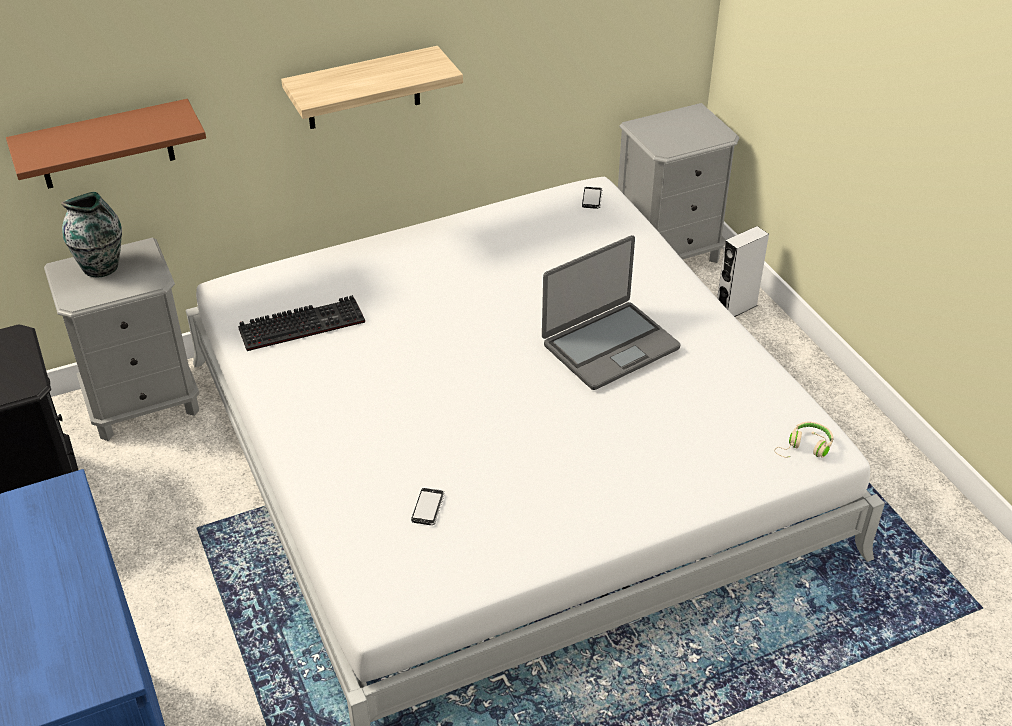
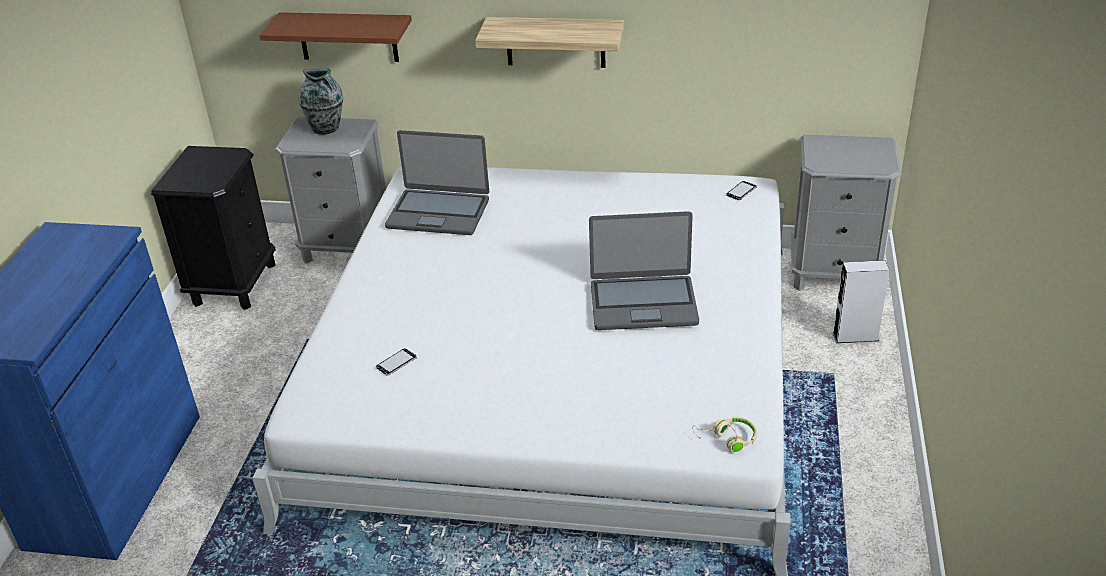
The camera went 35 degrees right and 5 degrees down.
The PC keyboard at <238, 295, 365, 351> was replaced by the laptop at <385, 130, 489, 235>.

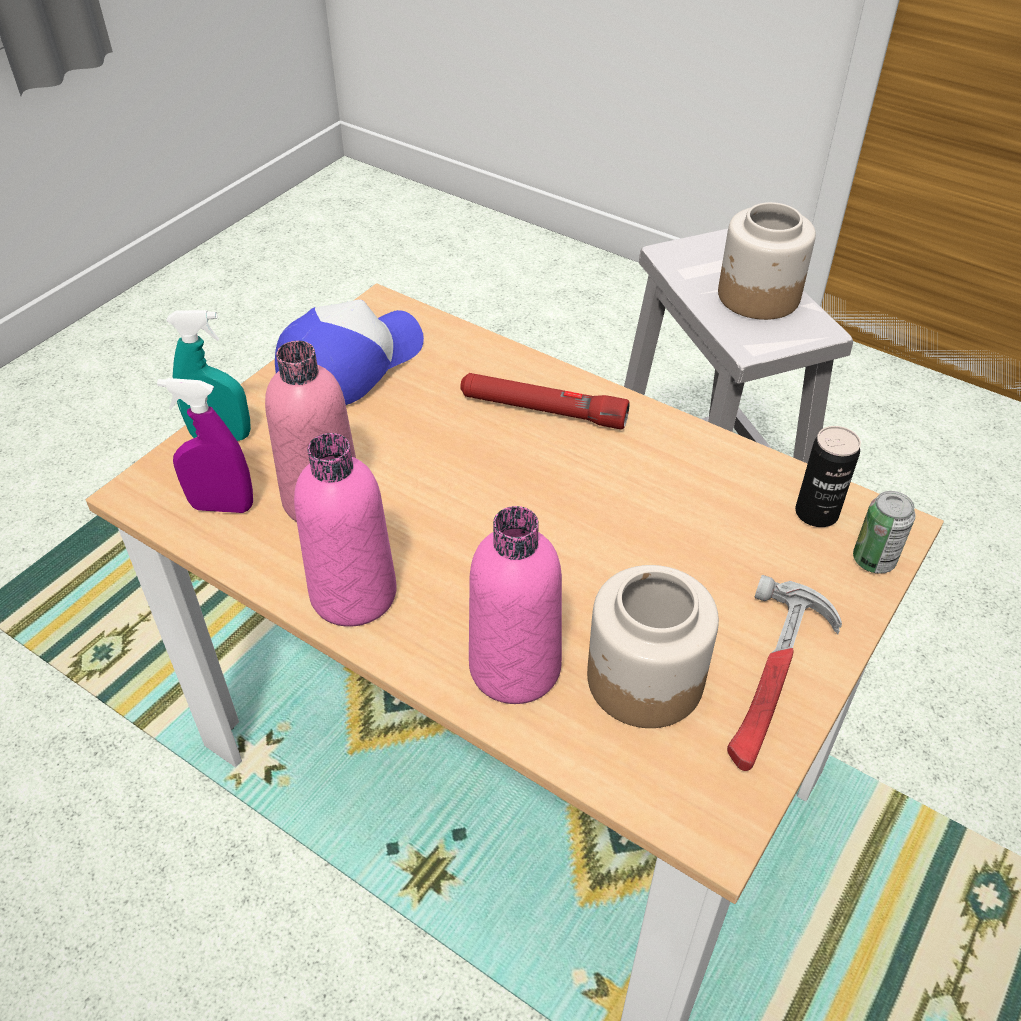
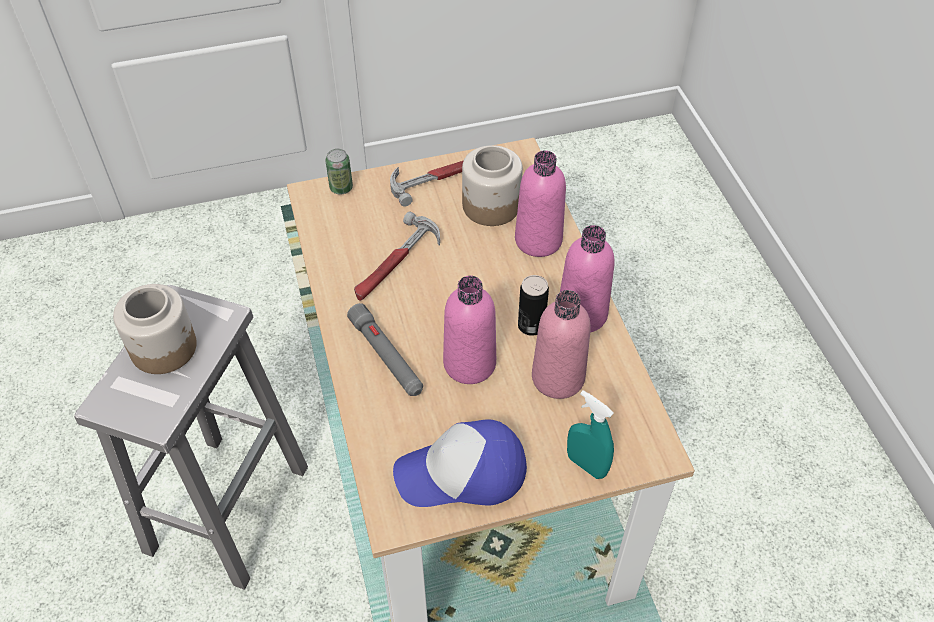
The camera went 140 degrees left and 5 degrees up.
The sprayer/purplish at <157, 378, 253, 513> disappeared.
The hand torch/red-coloured at <460, 373, 630, 429> became the hand torch/grey at <347, 303, 423, 396>.
The metal can moved from <795, 426, 861, 527> to <518, 275, 549, 336>.
The tool hammer at <354, 212, 440, 301> appeared.
The beverage bottle/pink-coloured at <443, 276, 496, 384> appeared.

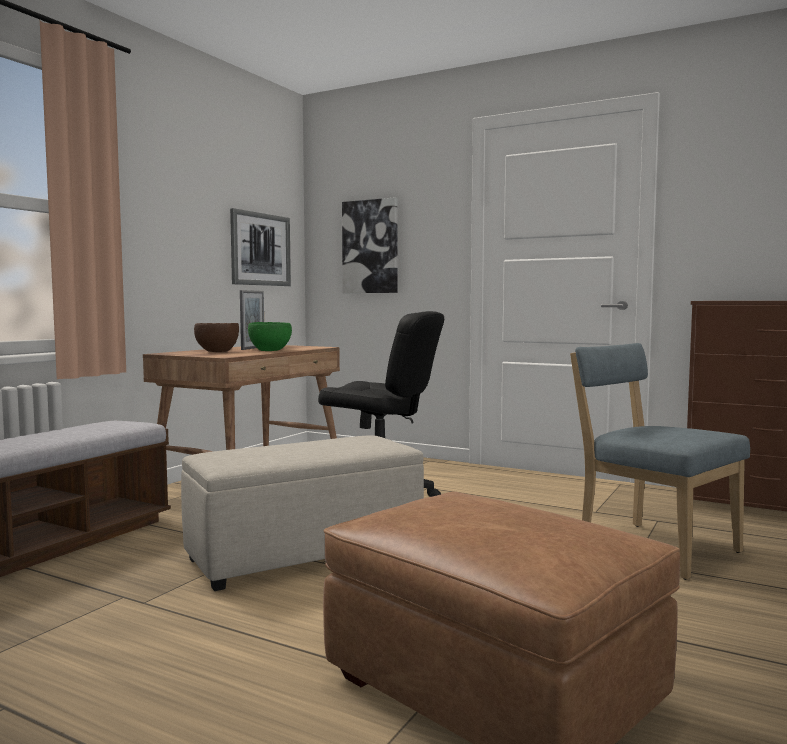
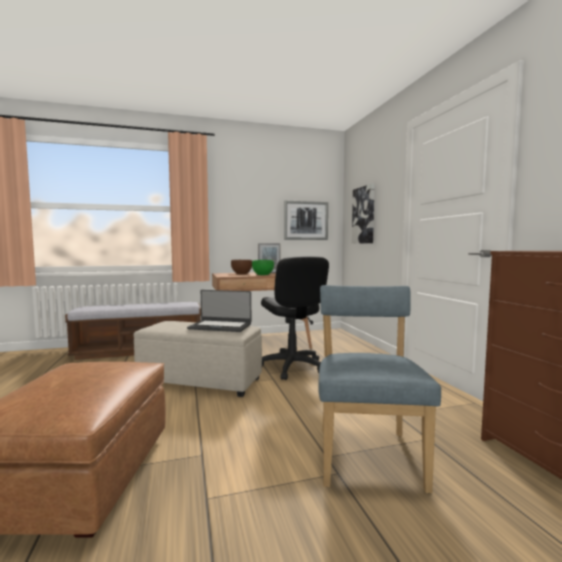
The camera went 45 degrees right and 0 degrees up.
The laptop at <187, 290, 251, 332> appeared.

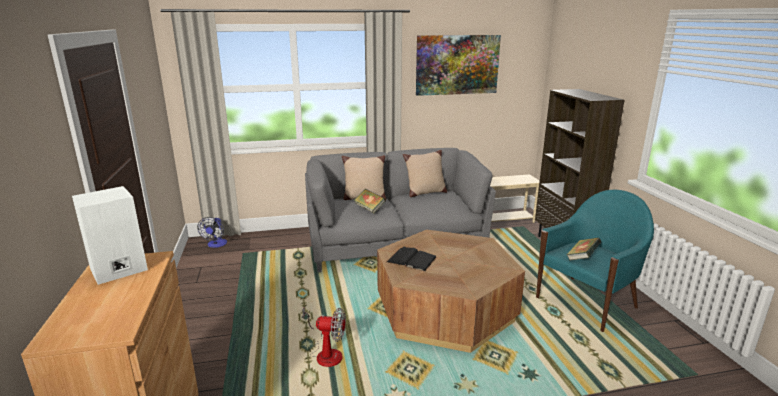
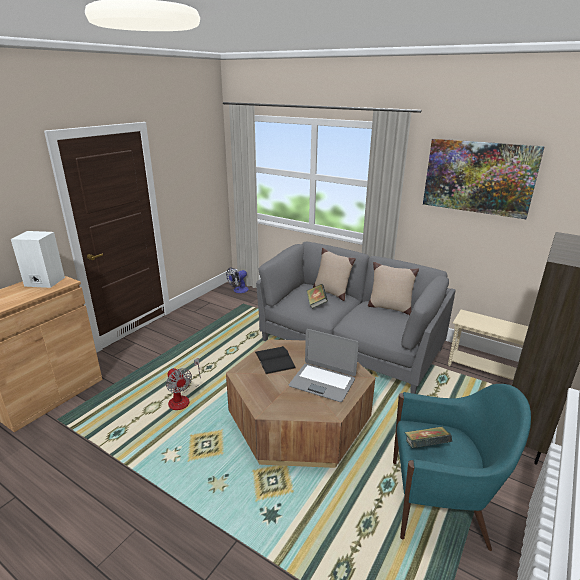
The camera went 45 degrees right and 5 degrees up.
The laptop at <289, 329, 359, 402> appeared.

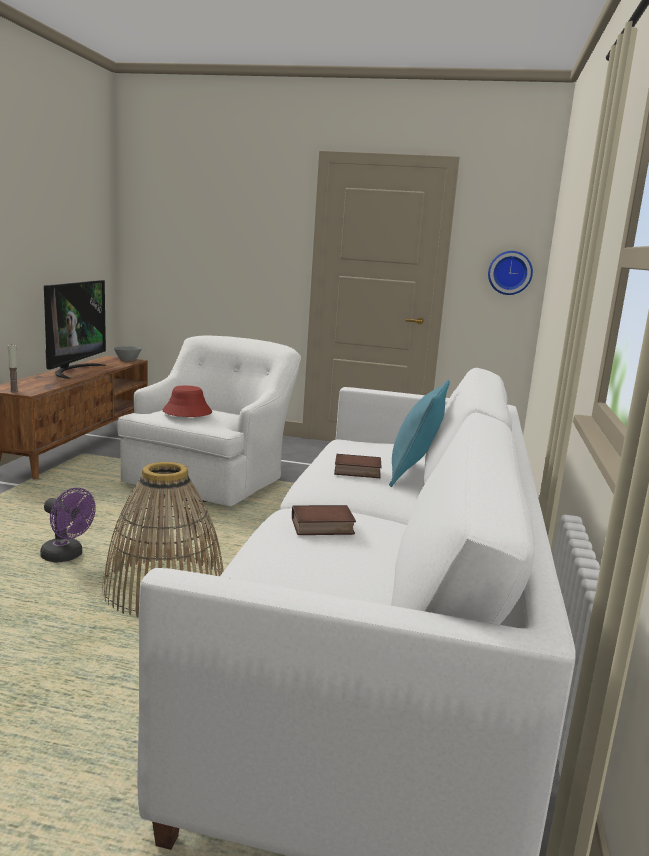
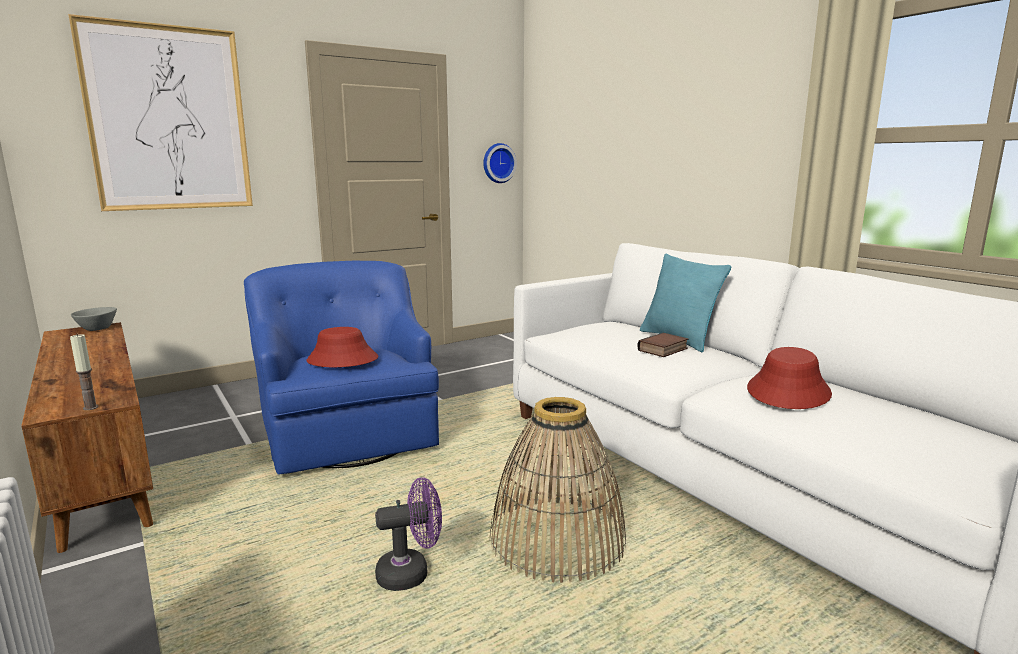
The camera went 45 degrees left and 0 degrees up.
The TV set at <44, 280, 106, 379> disappeared.
The easy chair/white at <117, 335, 301, 506> became the easy chair/blue at <244, 261, 439, 475>.
The book at <292, 505, 356, 535> was replaced by the wearable hat/red-coloured at <747, 347, 832, 409>.
The picture at <68, 14, 253, 211> appeared.

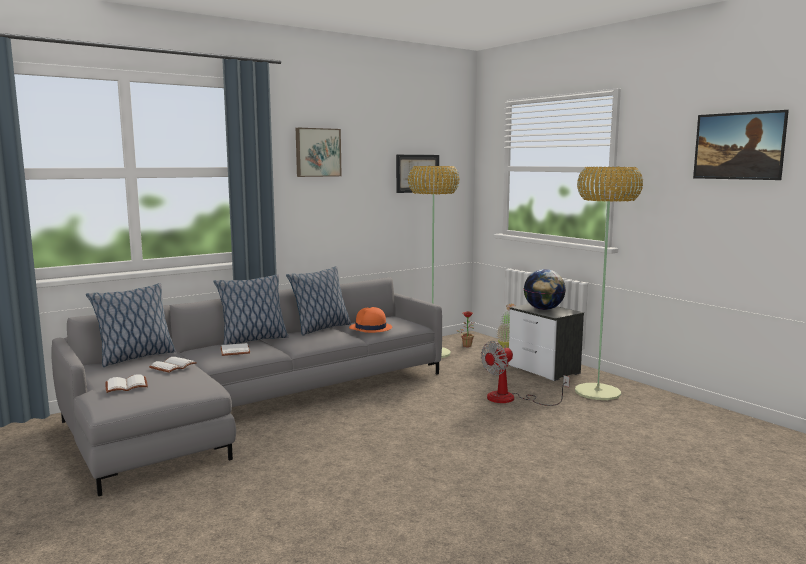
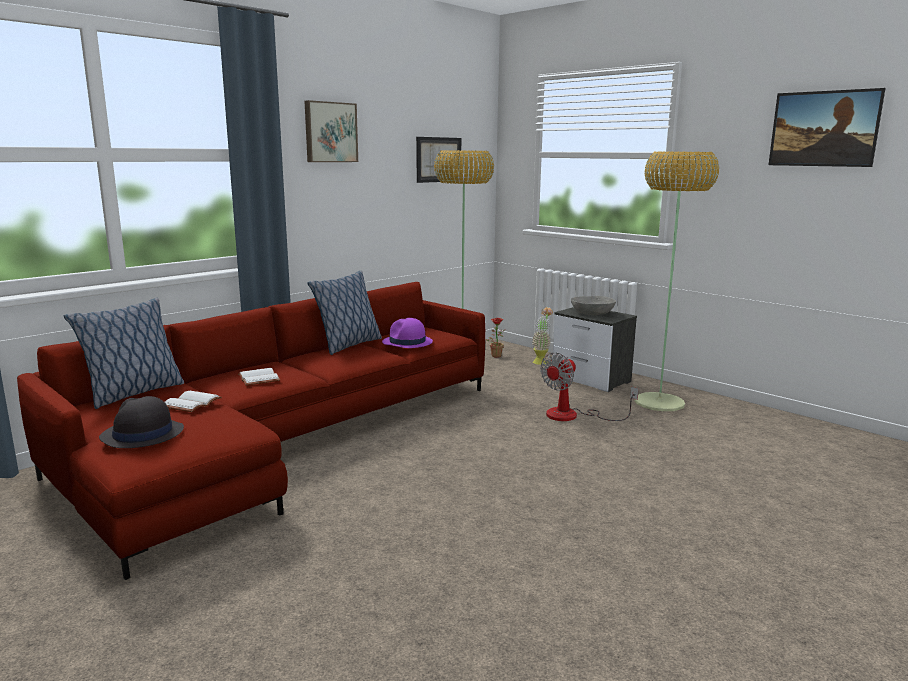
The camera went 10 degrees left and 5 degrees up.
The settee/grey at <51, 277, 442, 496> became the settee/red-coloured at <17, 282, 485, 580>.
The book/white at <106, 374, 148, 393> was replaced by the wearable hat/black-coloured at <99, 396, 184, 448>.
The cushion at <213, 274, 288, 345> disappeared.
The wearable hat/orange-coloured at <349, 307, 392, 333> became the wearable hat/purplish at <382, 318, 433, 348>.
The globe at <524, 269, 566, 310> was replaced by the deep dish/grey at <571, 296, 616, 315>.

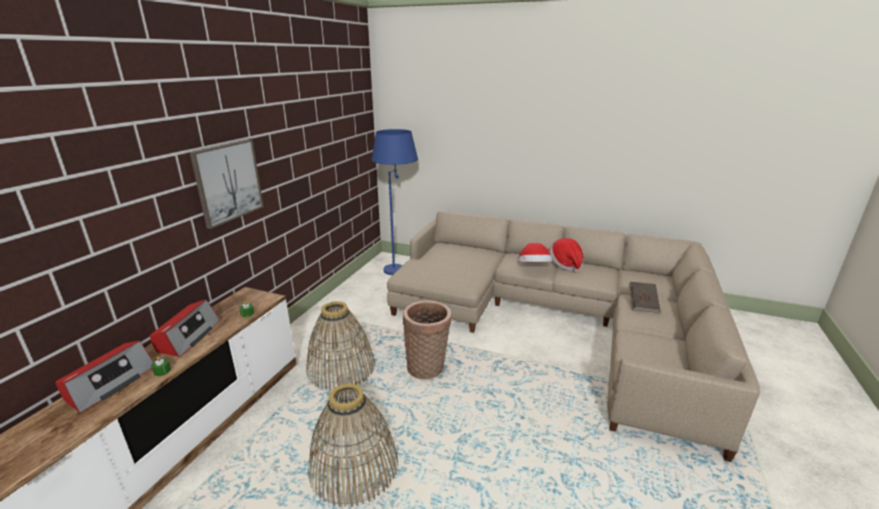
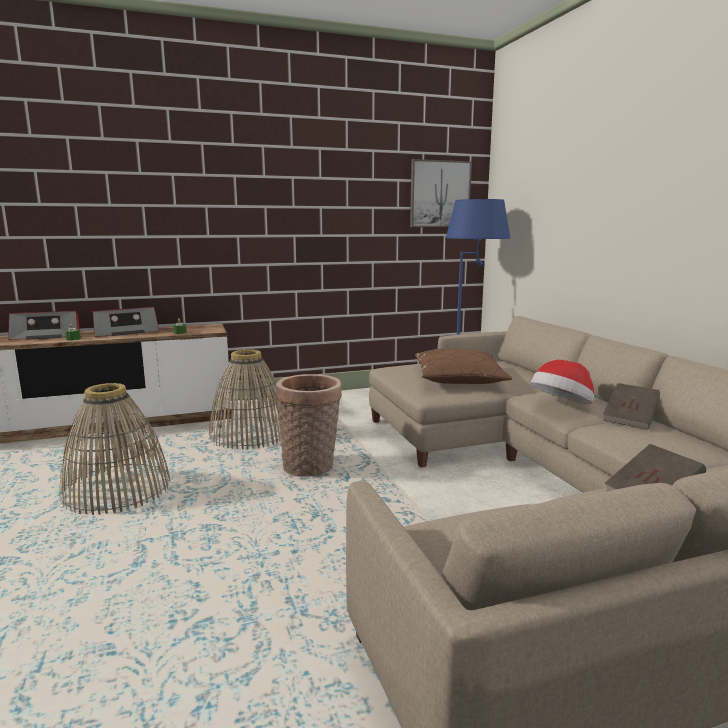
The camera went 50 degrees right and 10 degrees down.
The picture moved from <190, 139, 264, 229> to <410, 159, 472, 227>.
The wearable hat at <550, 238, 583, 272> was replaced by the book/brownish at <603, 383, 660, 430>.
The cushion/brownish at <415, 348, 512, 384> appeared.

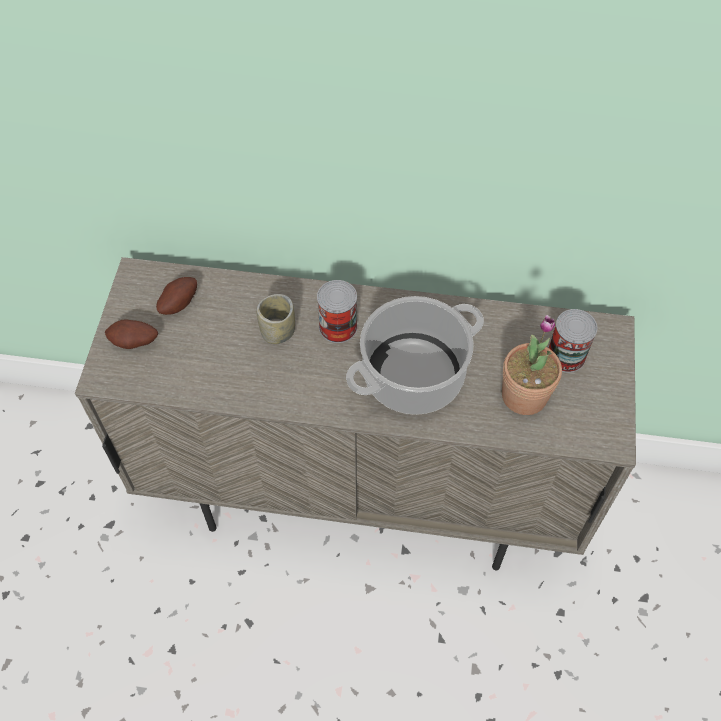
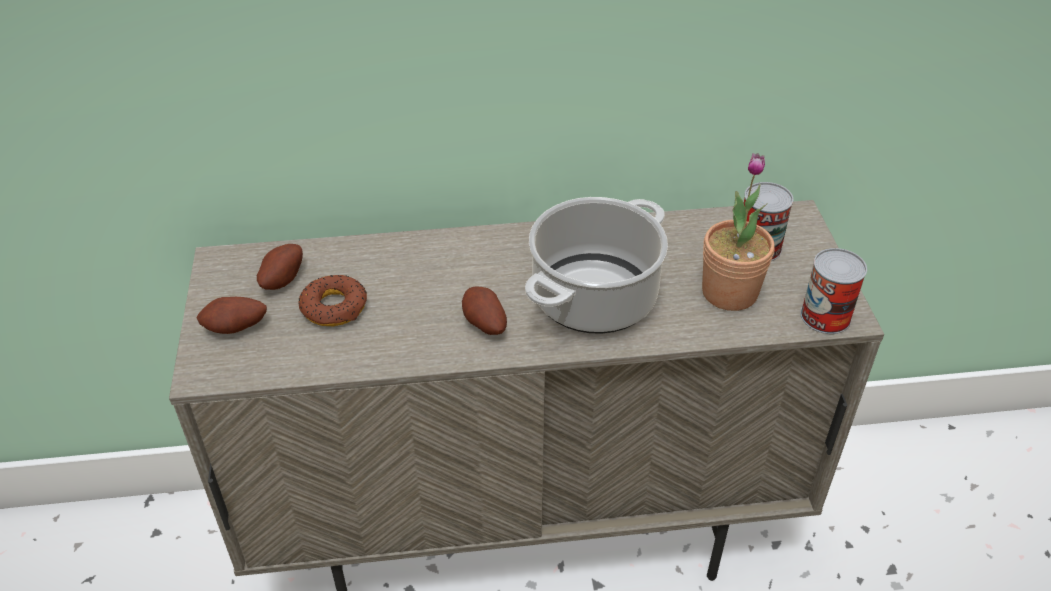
The camera went 15 degrees left and 15 degrees down.
The cup at <256, 294, 295, 344> disappeared.
The metal can moved from <317, 280, 357, 343> to <800, 248, 867, 334>.
The doughnut at <298, 275, 367, 326> appeared.
The potato at <462, 286, 507, 335> appeared.

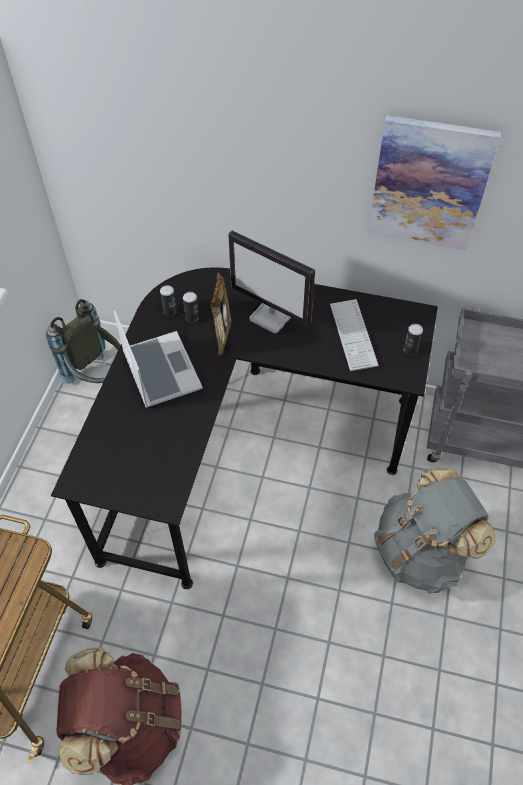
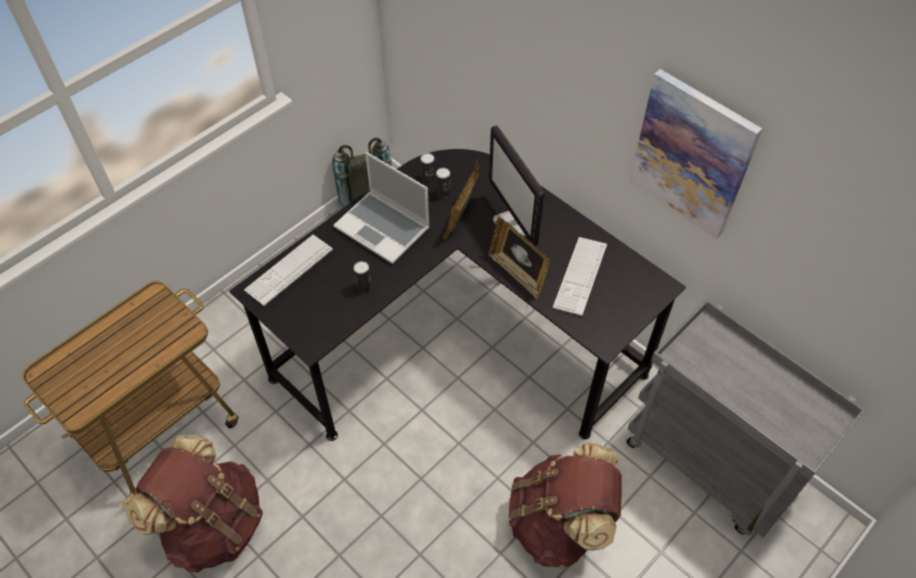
The camera went 30 degrees right and 0 degrees up.
The laptop at <114, 310, 203, 408> turned 120 degrees clockwise.
The backpack/grey at <374, 468, 496, 594> became the backpack/brownish at <508, 443, 622, 569>.
The metal can moved from <404, 324, 423, 355> to <354, 261, 372, 293>.
The PC keyboard at <244, 235, 333, 306> appeared.
The standing frame at <488, 217, 550, 300> appeared.

